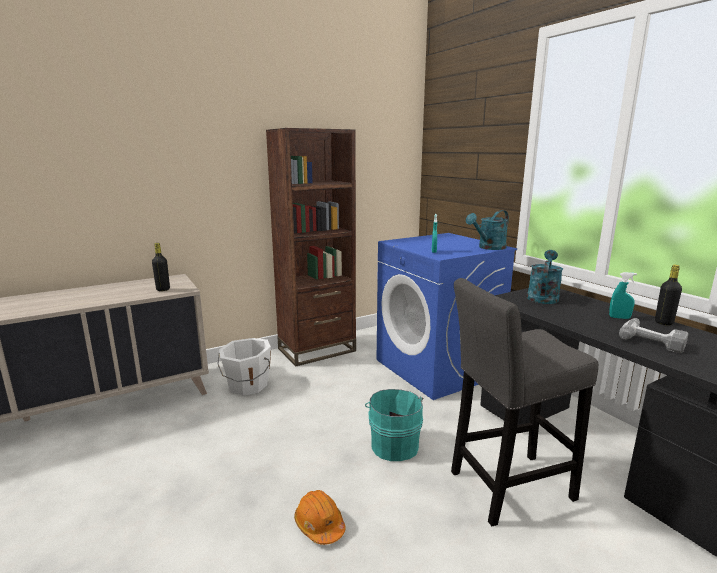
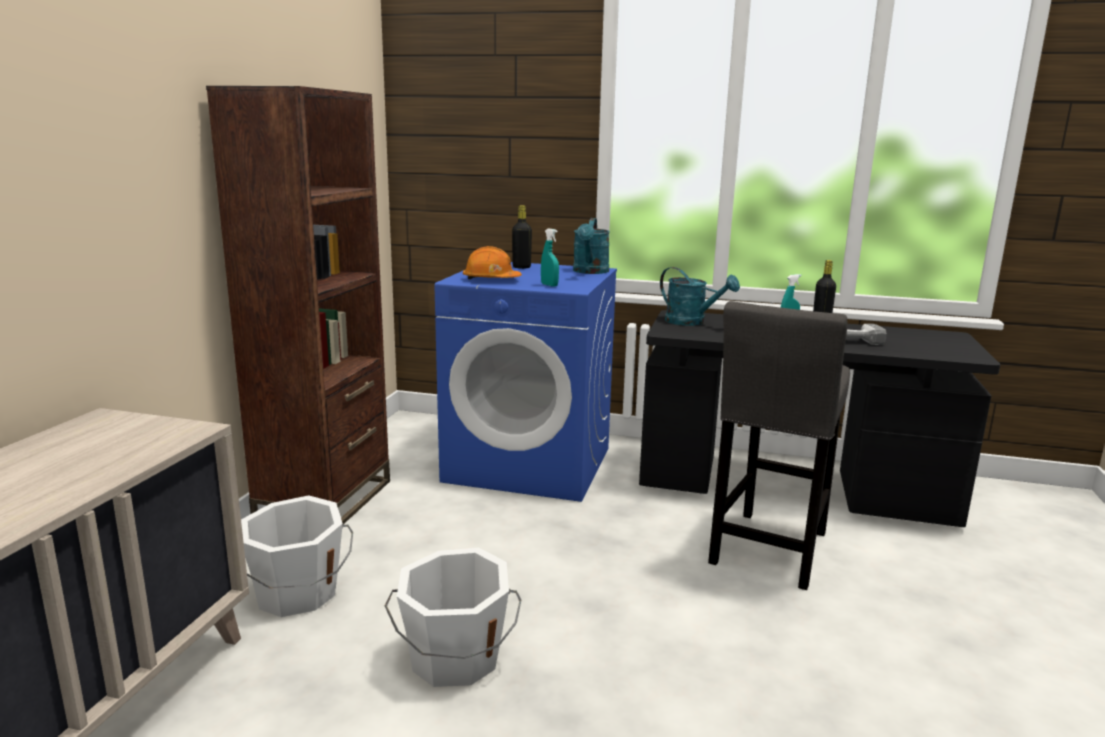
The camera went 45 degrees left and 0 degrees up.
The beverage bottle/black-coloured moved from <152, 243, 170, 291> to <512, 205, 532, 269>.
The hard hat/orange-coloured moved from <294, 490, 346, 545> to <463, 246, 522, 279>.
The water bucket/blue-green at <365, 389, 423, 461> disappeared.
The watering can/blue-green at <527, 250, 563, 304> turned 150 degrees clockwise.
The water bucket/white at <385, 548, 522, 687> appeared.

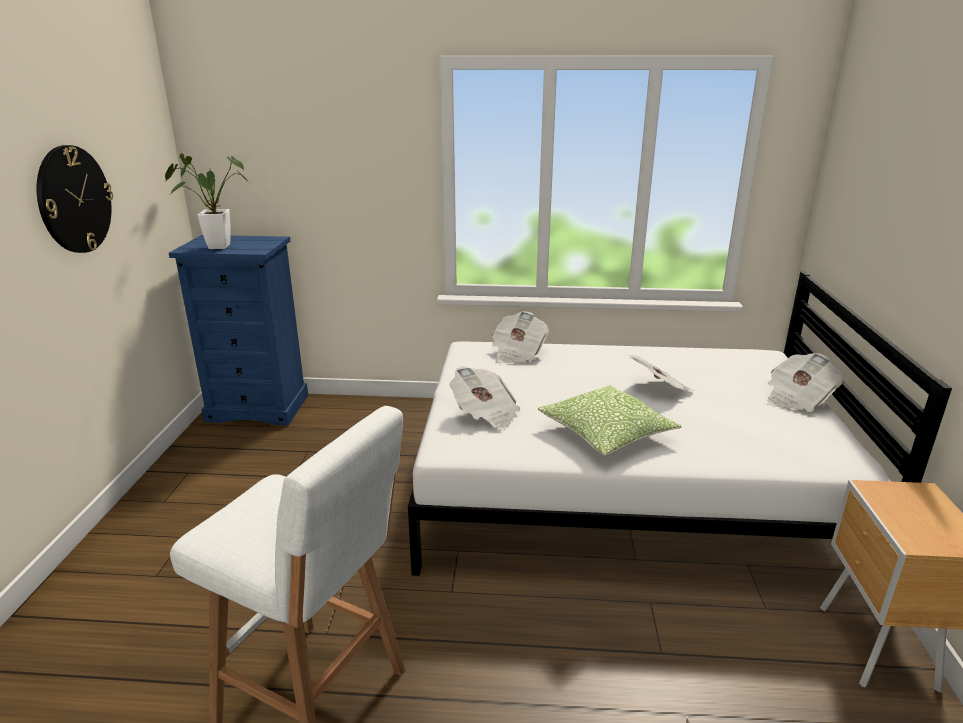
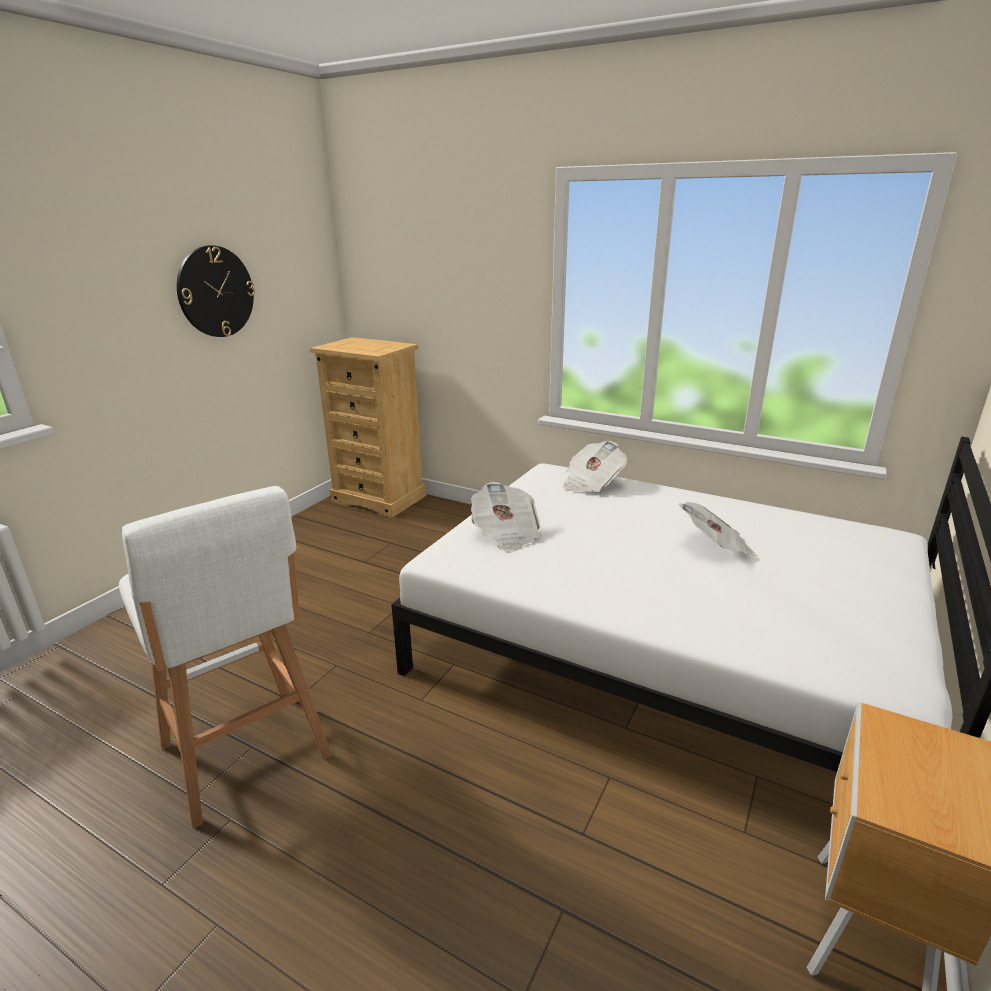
The camera went 25 degrees right and 0 degrees up.
The plant in a pot at <165, 153, 248, 249> disappeared.
The chest of drawers/blue at <169, 235, 308, 425> became the chest of drawers/beige-coloured at <310, 337, 426, 518>.
The cushion at <538, 385, 681, 455> disappeared.
The printed paper at <767, 353, 843, 411> disappeared.

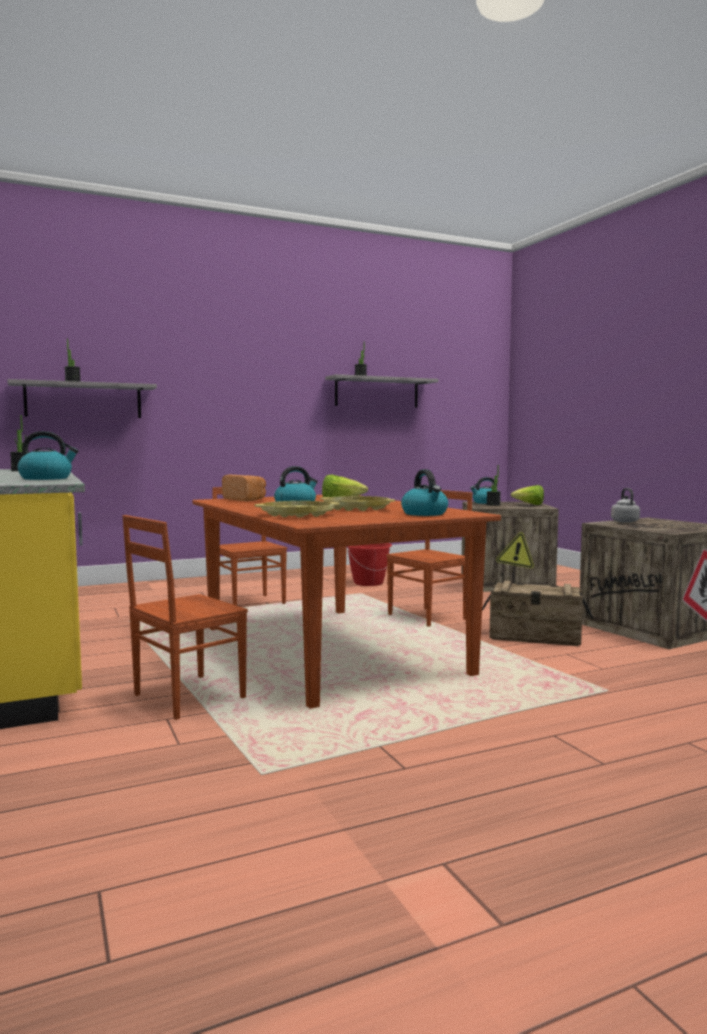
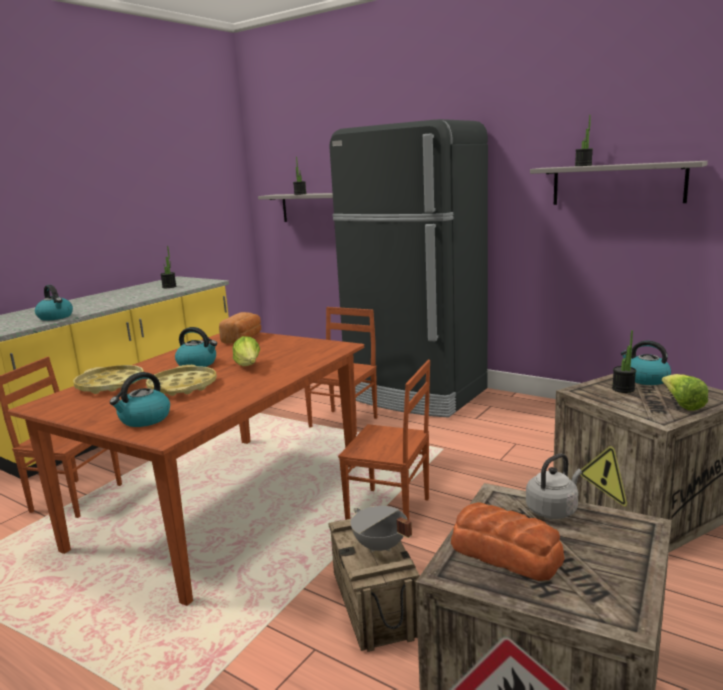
The camera went 60 degrees right and 10 degrees up.
The water bucket/red-coloured at <347, 543, 392, 586> disappeared.
The fridge/black-coloured at <330, 119, 488, 418> appeared.
The stockpot/grey at <351, 506, 412, 552> appeared.
The baked bread at <451, 503, 565, 581> appeared.

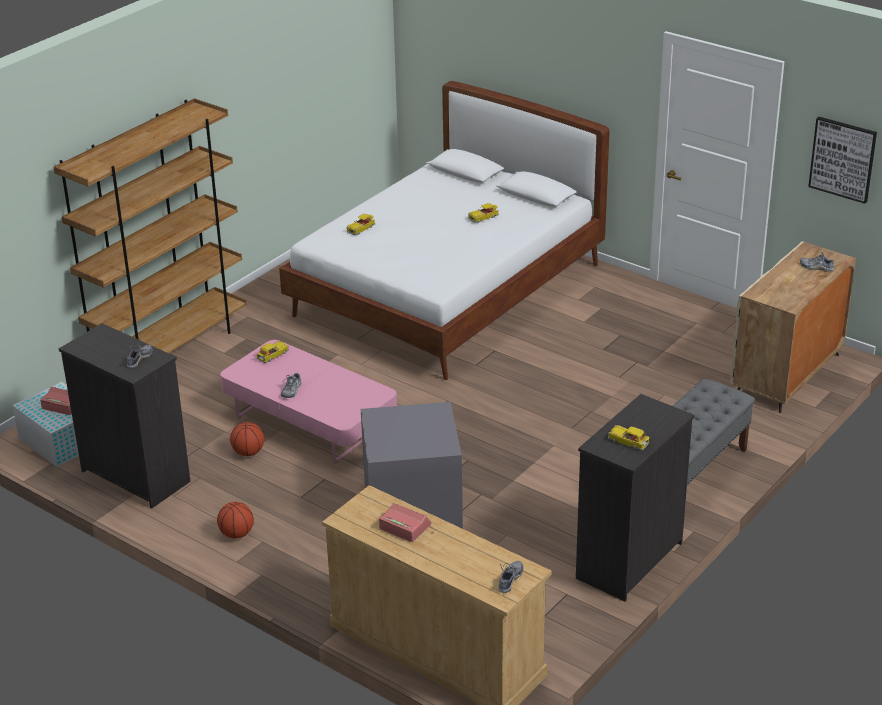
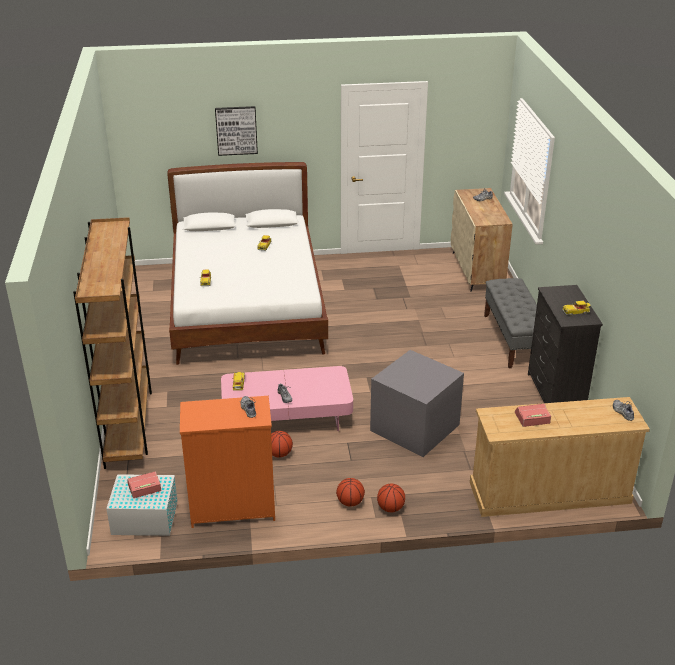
The camera went 45 degrees left and 0 degrees up.
The chest of drawers/black-coloured at <59, 323, 191, 508> became the chest of drawers/orange-coloured at <180, 396, 275, 528>.
The picture moved from <808, 117, 877, 204> to <215, 106, 258, 156>.
The basketball ball at <377, 484, 405, 512> appeared.

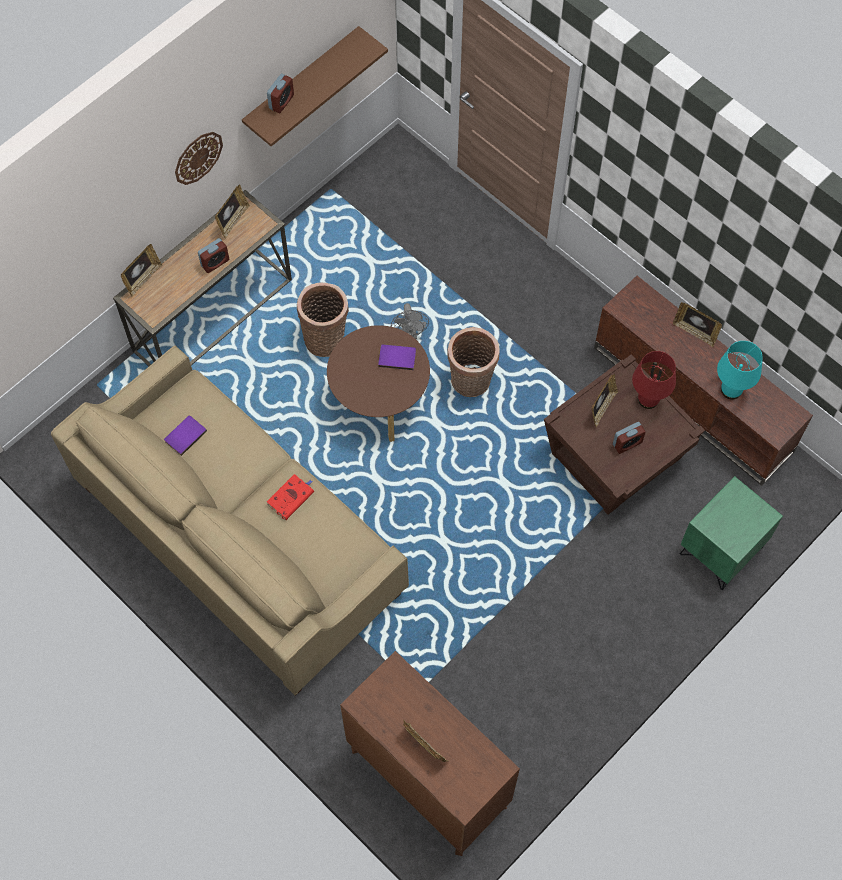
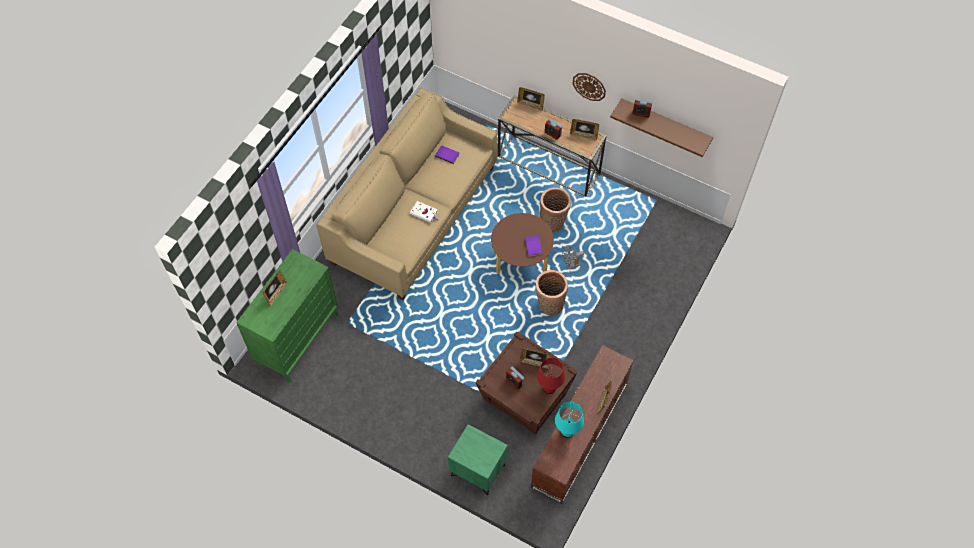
The camera went 75 degrees right and 5 degrees down.
The book/red-coloured at <267, 474, 314, 520> became the book/white at <410, 201, 439, 223>.
The chest of drawers/brownish at <340, 651, 520, 856> became the chest of drawers/green at <236, 249, 338, 383>.

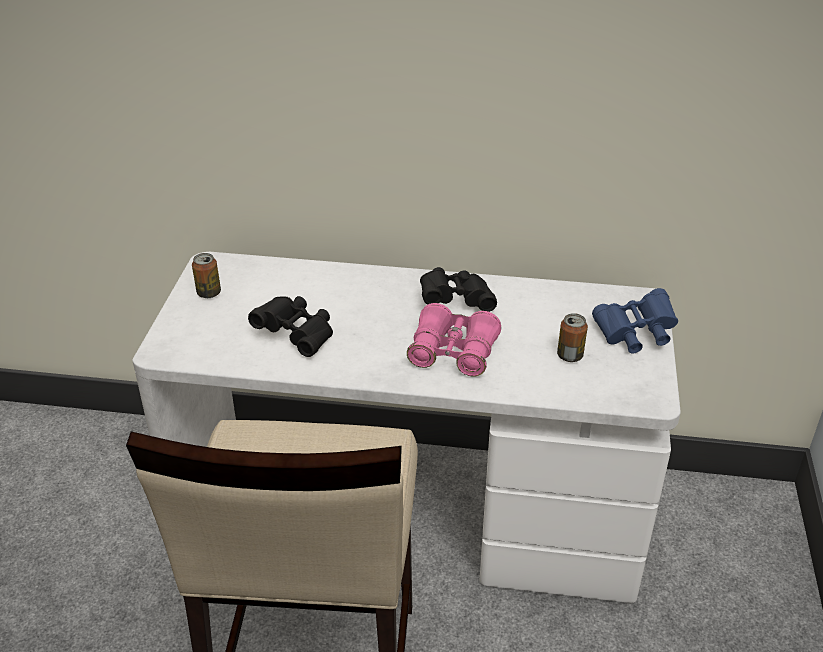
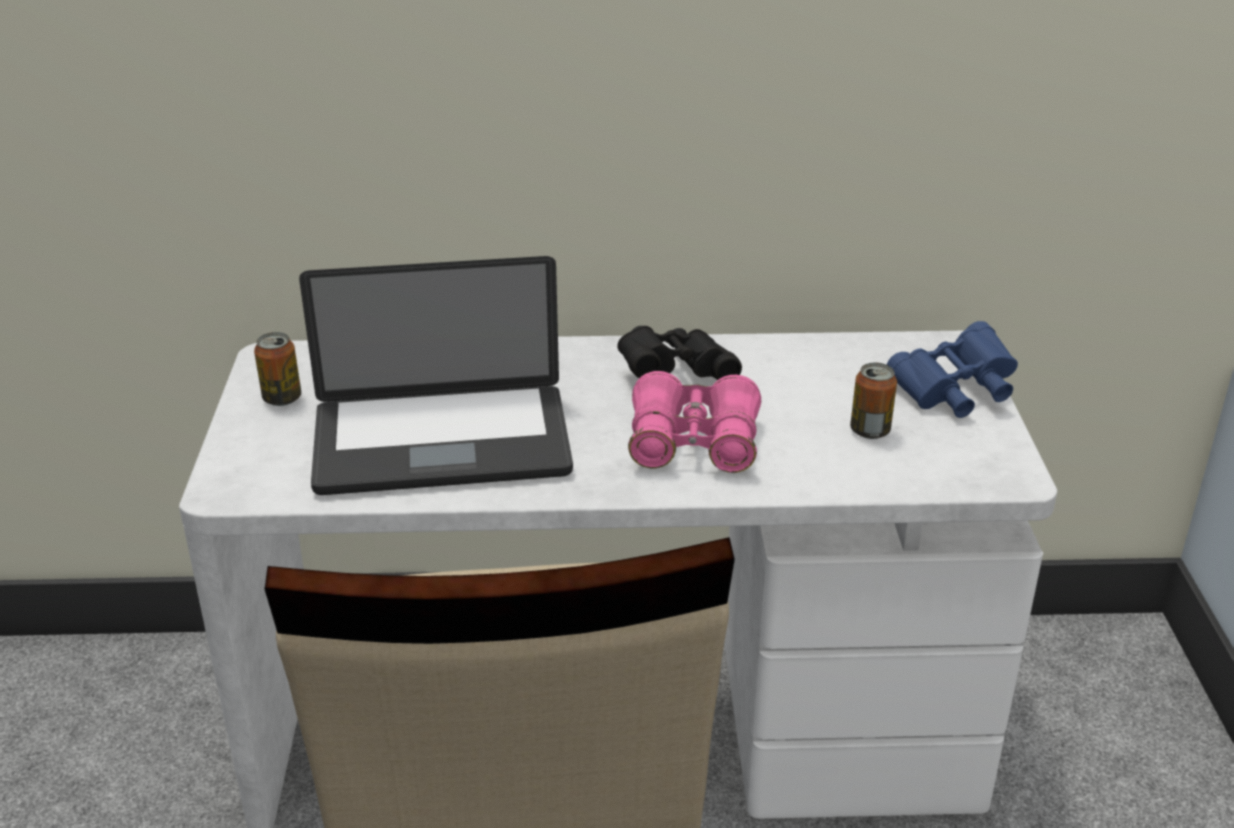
The camera went 10 degrees left and 5 degrees down.
The field glasses/black-coloured at <248, 296, 333, 357> was replaced by the laptop at <299, 256, 573, 495>.

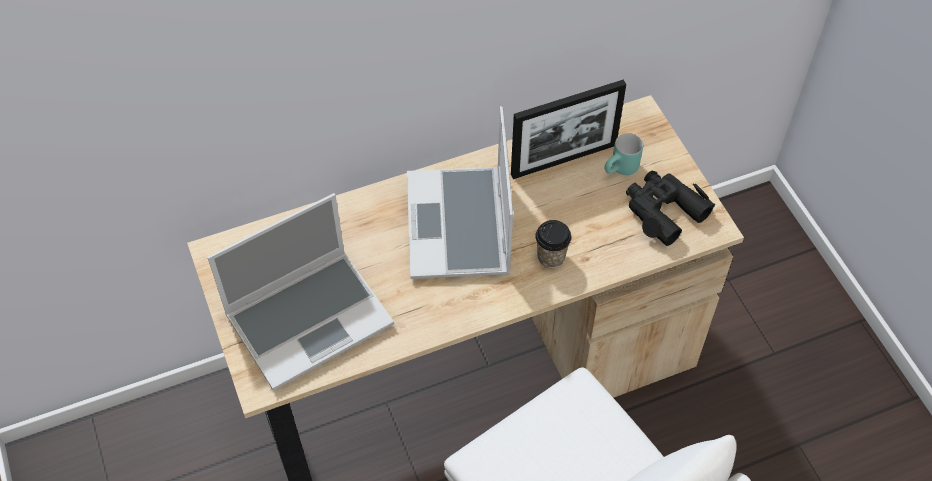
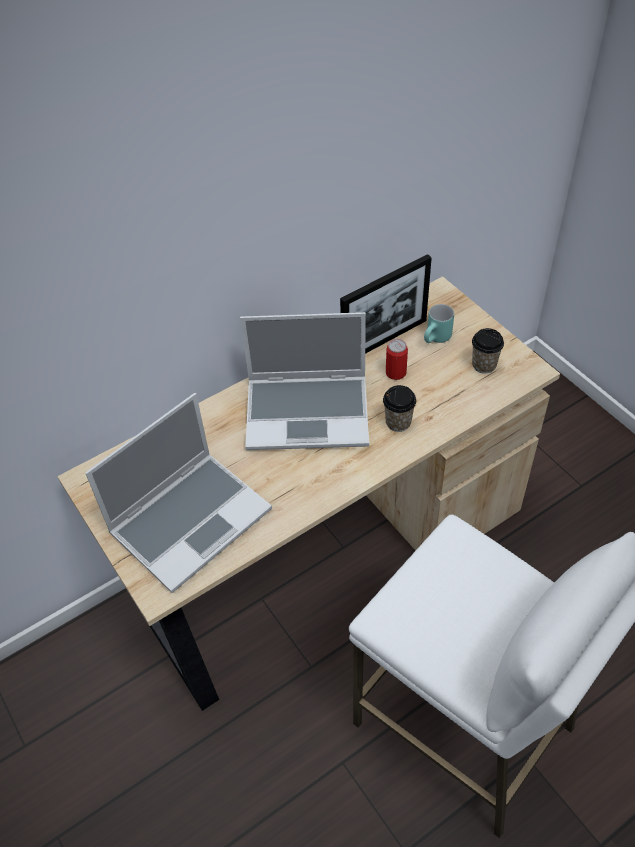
The camera went 10 degrees left and 5 degrees down.
The laptop at <407, 106, 513, 279> turned 75 degrees counterclockwise.
The field glasses/black-coloured at <626, 171, 715, 246> was replaced by the cup at <472, 328, 504, 374>.
The metal can at <386, 339, 408, 380> appeared.

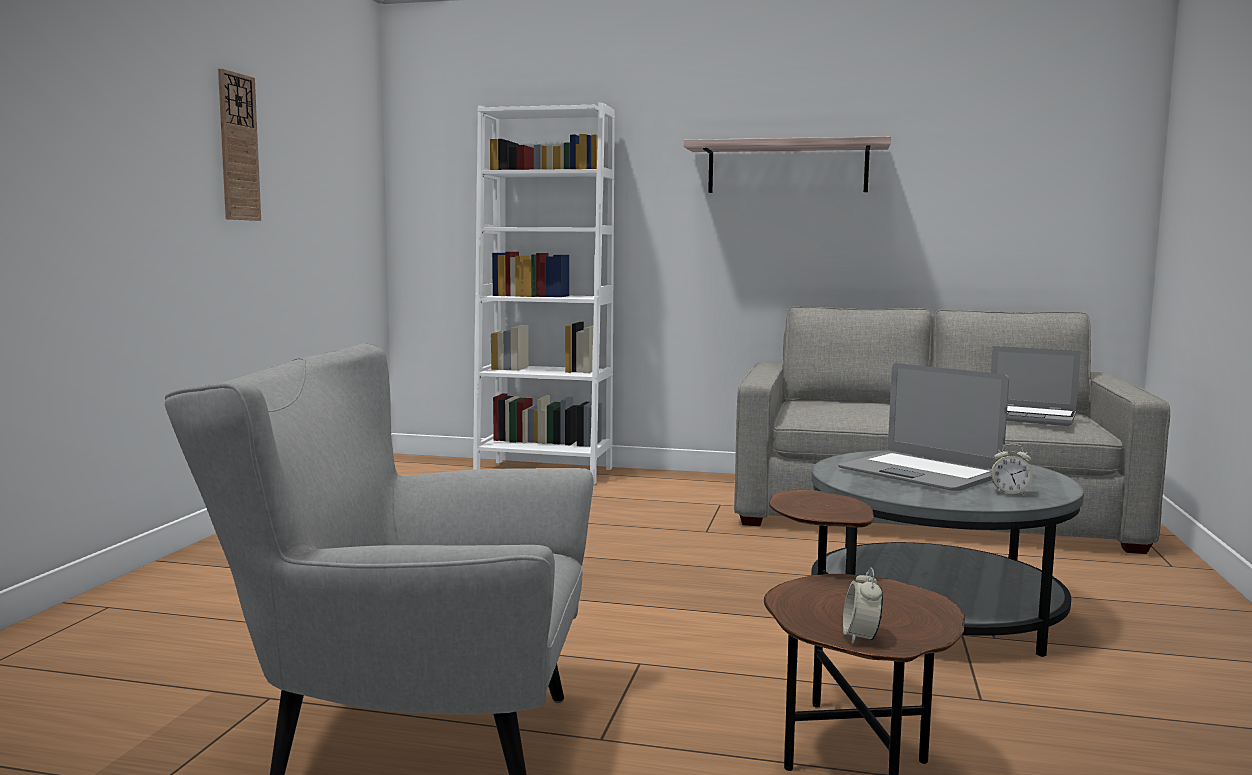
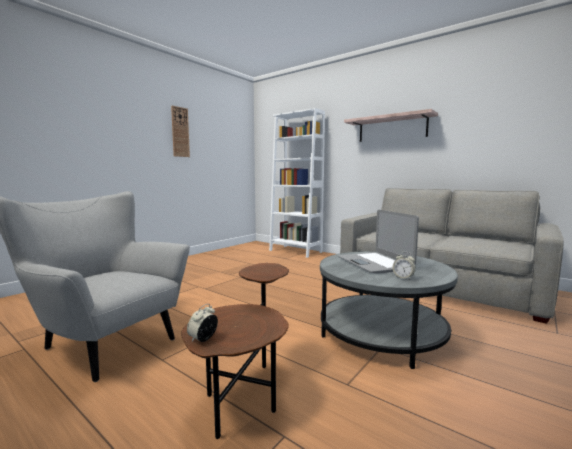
The camera went 25 degrees right and 0 degrees up.
The laptop at <991, 346, 1081, 426> disappeared.

